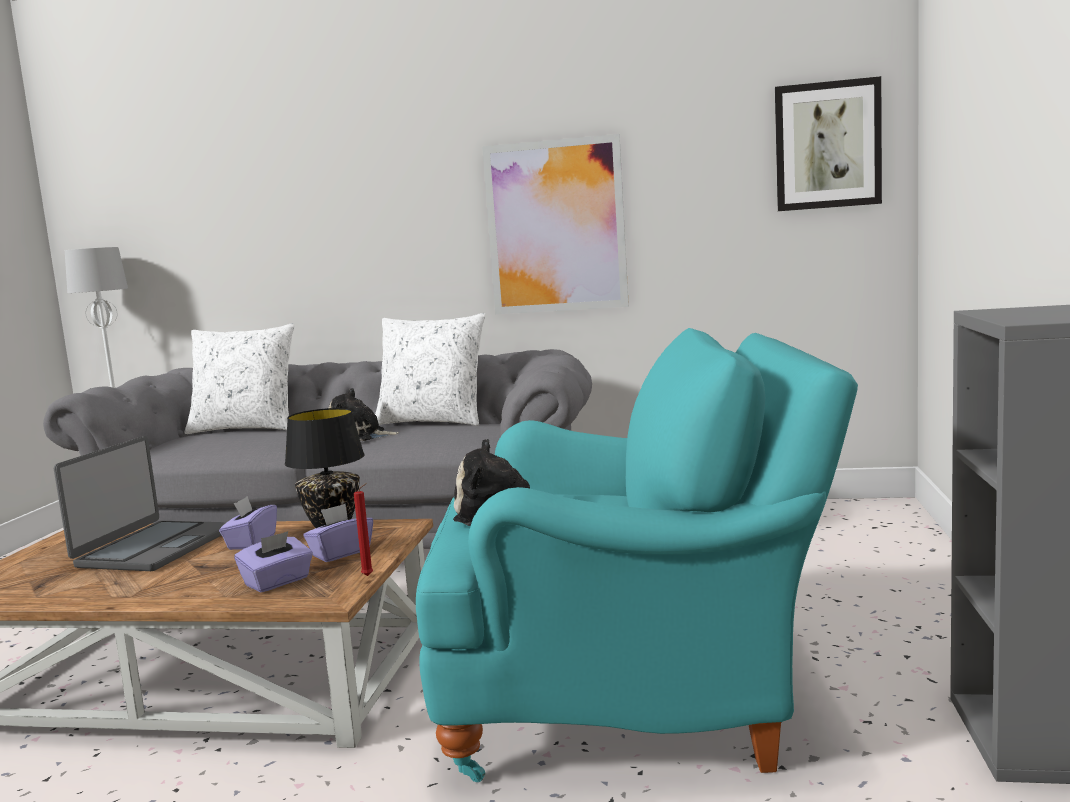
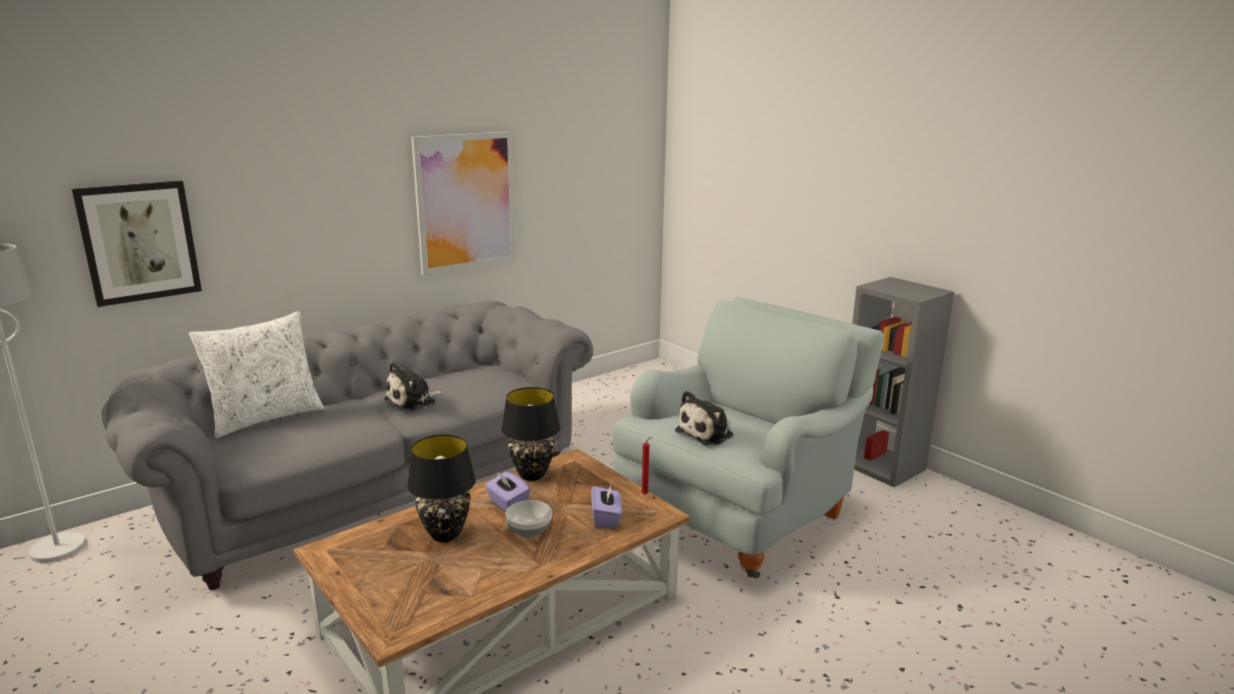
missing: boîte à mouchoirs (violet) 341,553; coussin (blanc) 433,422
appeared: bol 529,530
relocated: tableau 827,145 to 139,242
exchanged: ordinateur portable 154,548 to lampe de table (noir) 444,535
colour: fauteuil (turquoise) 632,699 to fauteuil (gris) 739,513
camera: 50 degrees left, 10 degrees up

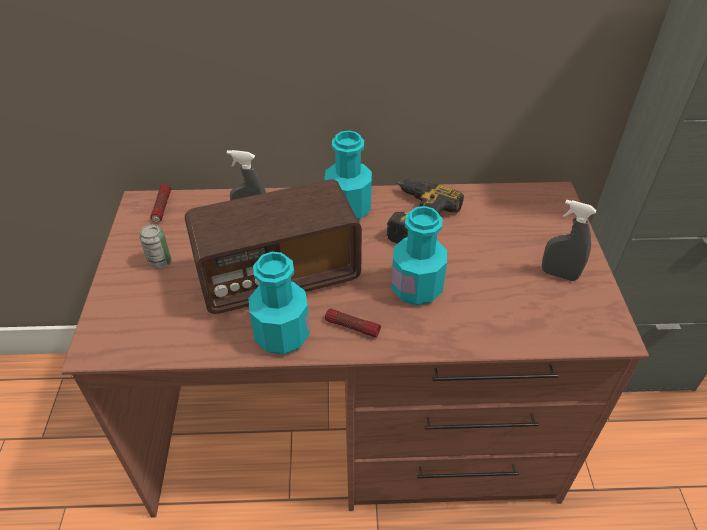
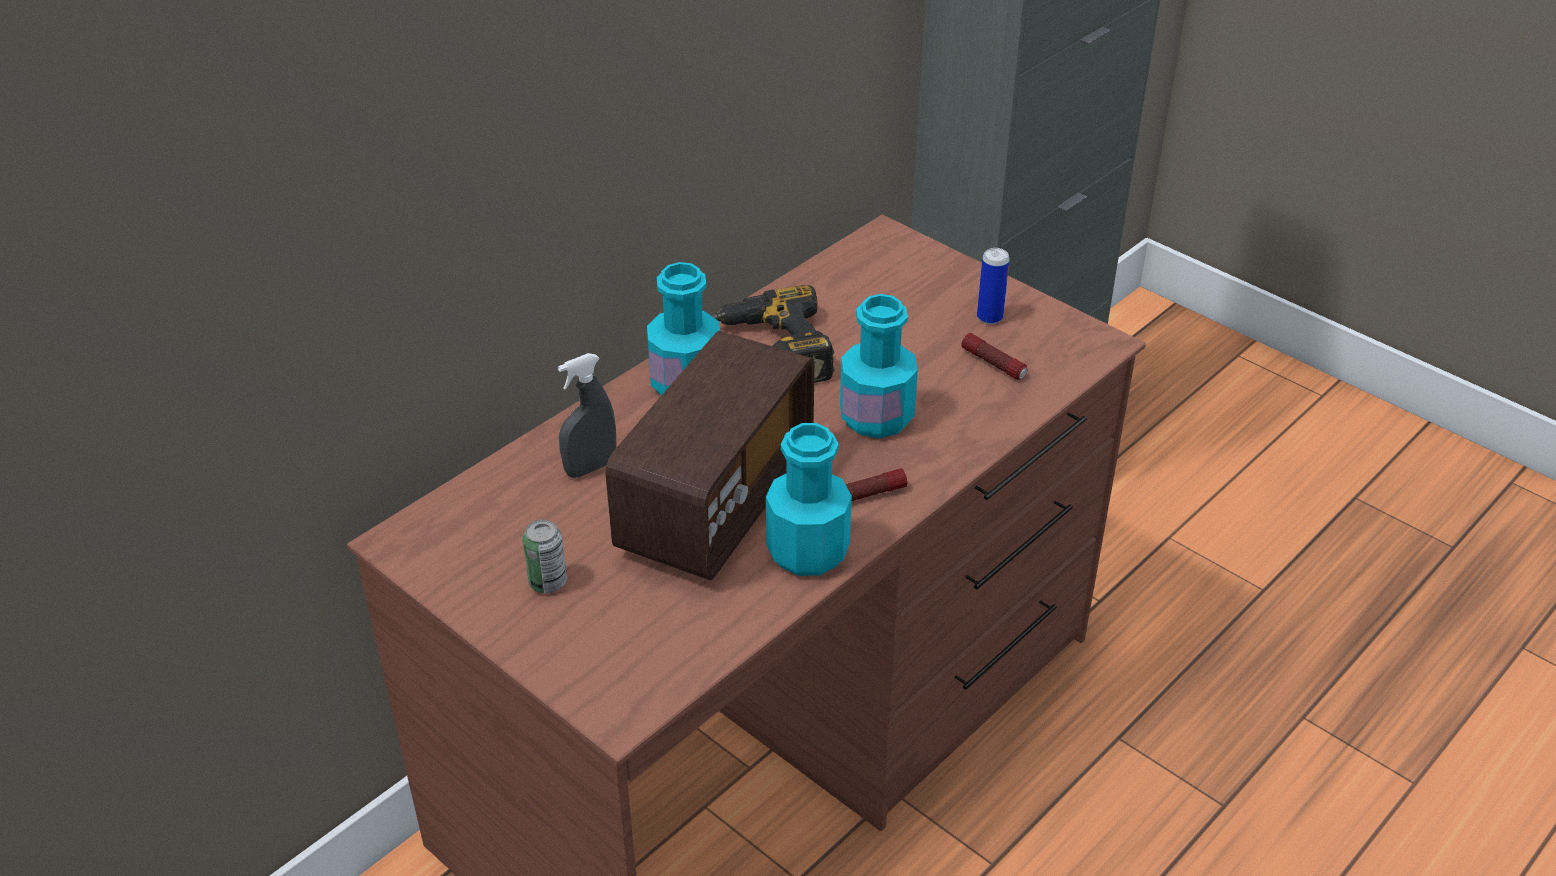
relocated: lampe de poche 162,207 to 993,364
exchanged: vaporisateur (gris) 559,274 to boîte métallique 989,317
camera: 45 degrees left, 5 degrees down

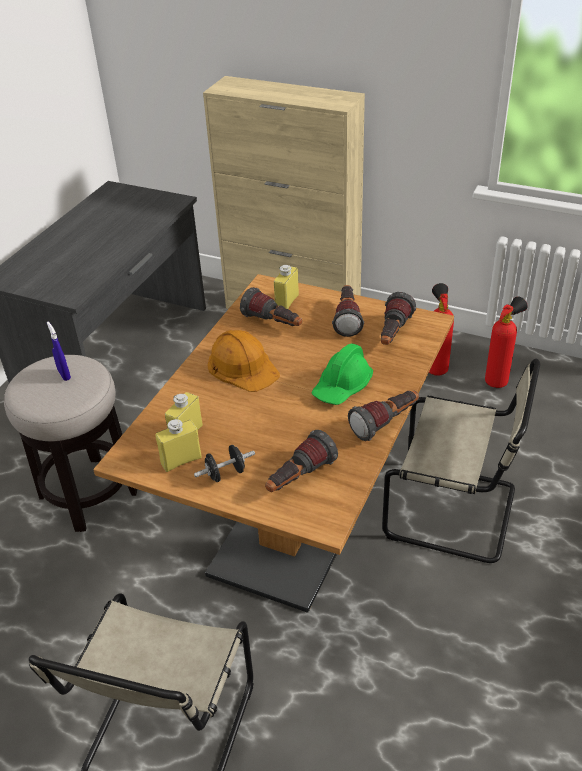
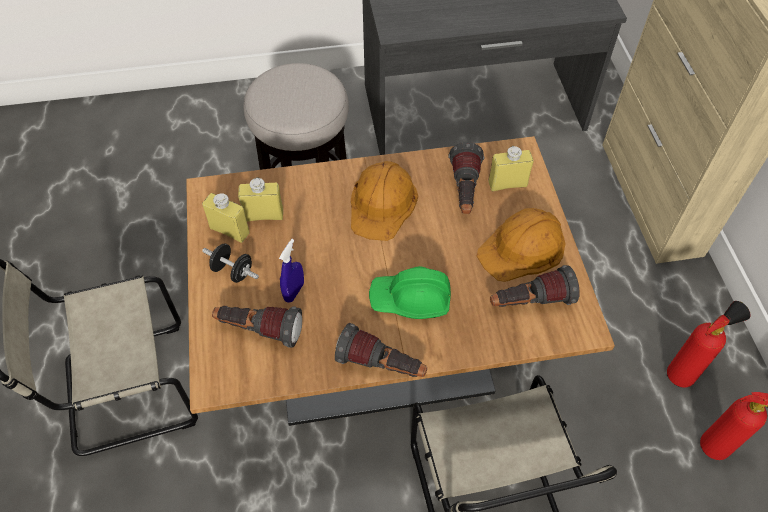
relocated: vaporisateur (bleu) 64,375 to 294,292
exchanged: lampe de poche 347,319 to casque de chantier (orange) 523,248
camera: 55 degrees right, 15 degrees up

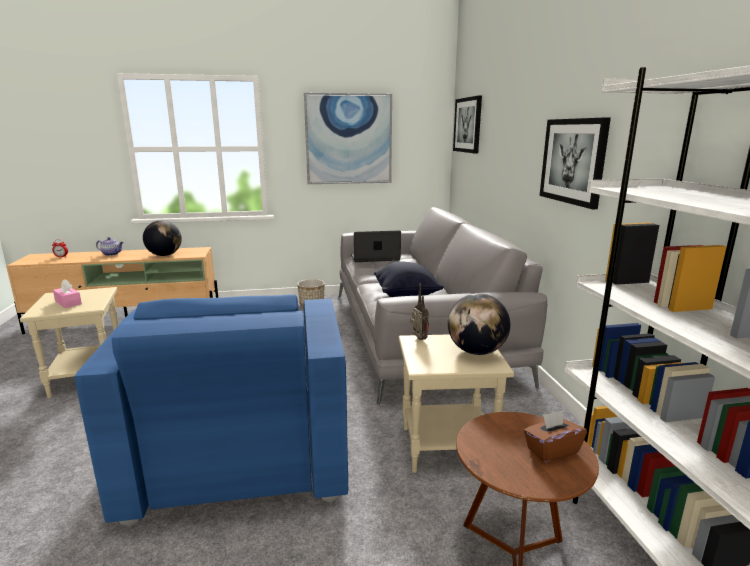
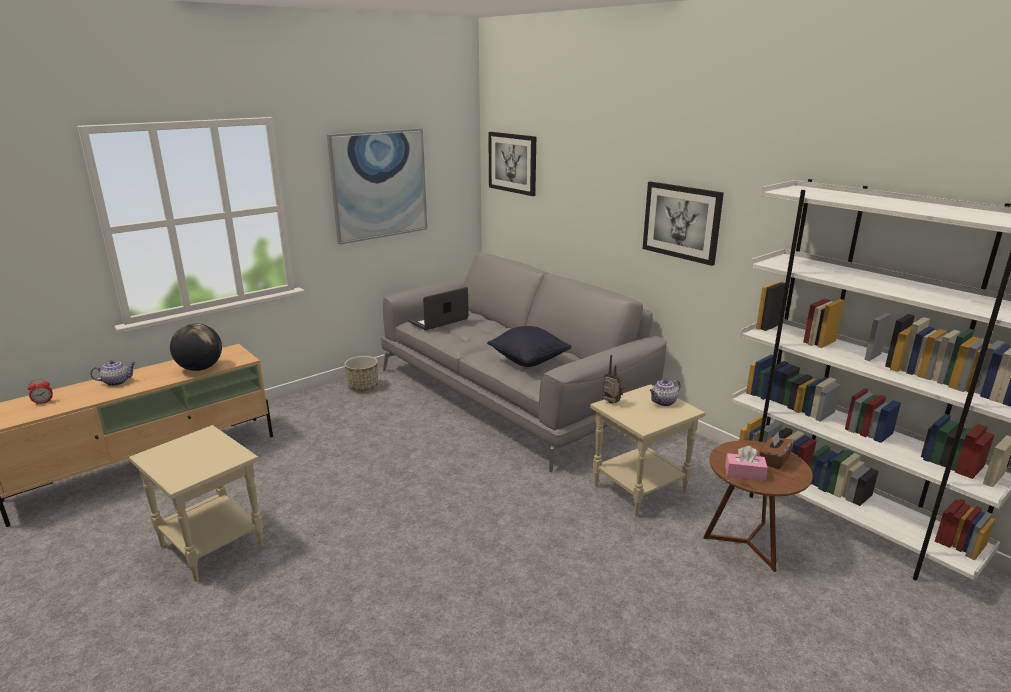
missing: fauteuil (bleu) 242,450
relocated: boîte à mouchoirs (rose) 68,302 to 744,473
exchanged: globe 476,351 to théière 663,402
camera: 30 degrees left, 5 degrees up

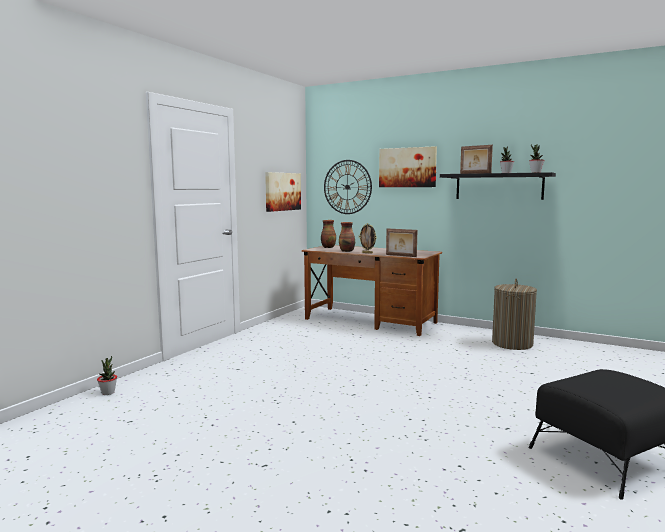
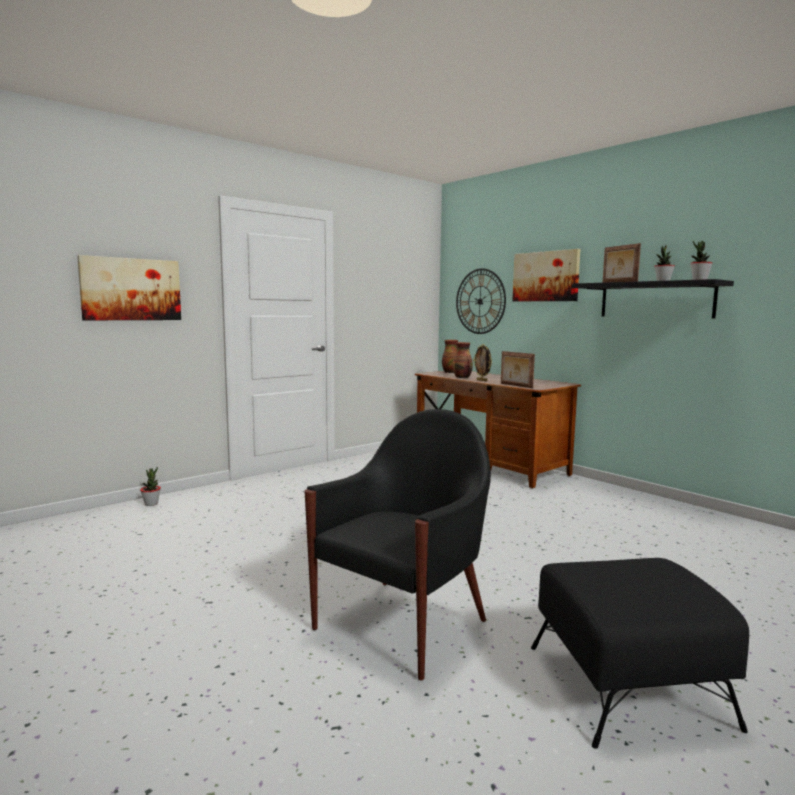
missing: panier à linge 512,344
appeared: fauteuil (noir) 403,623
relocated: tableau 282,191 to 131,289
camera: 20 degrees right, 0 degrees up

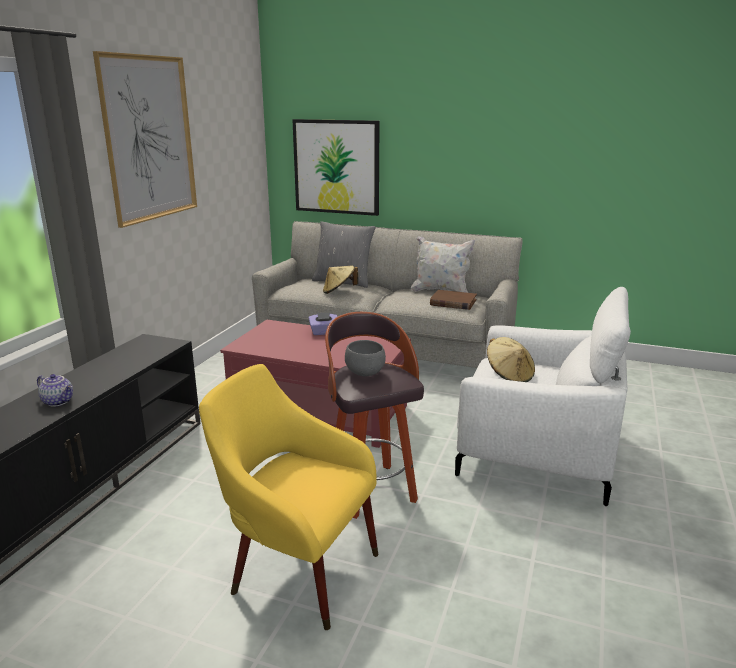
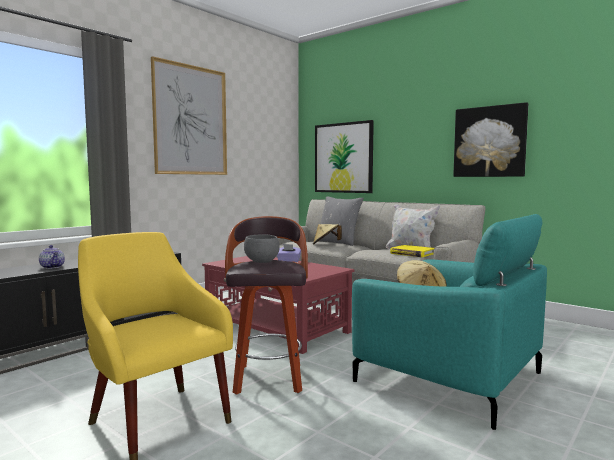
appeared: tableau 489,142
colour: fauteuil (blanc) 535,451 to fauteuil (turquoise) 447,377; livre (marron) 453,302 to livre (jaune) 412,253
camera: 20 degrees right, 15 degrees down

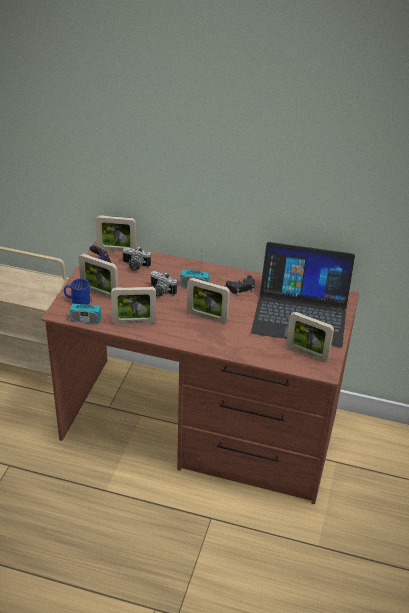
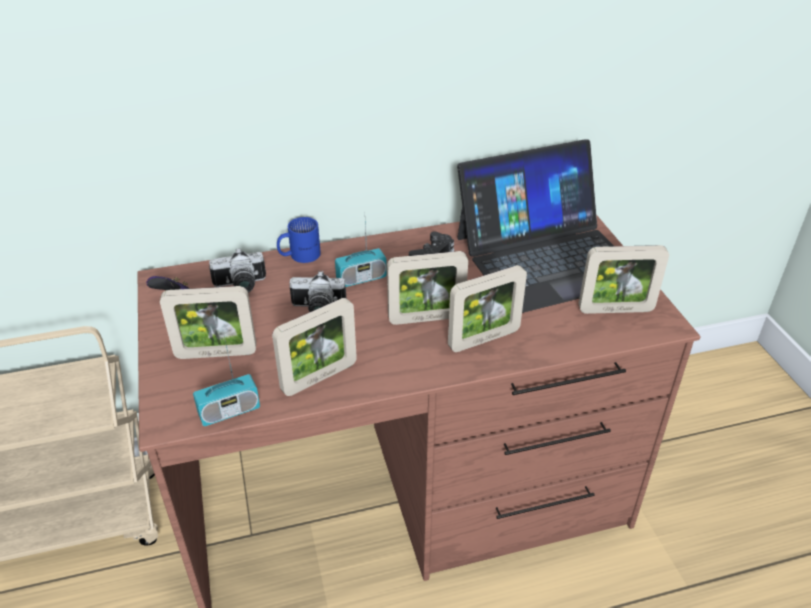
relocated: mug (bleu) 77,299 to 299,254; cadre photo 116,250 to 484,339
camera: 30 degrees left, 0 degrees up

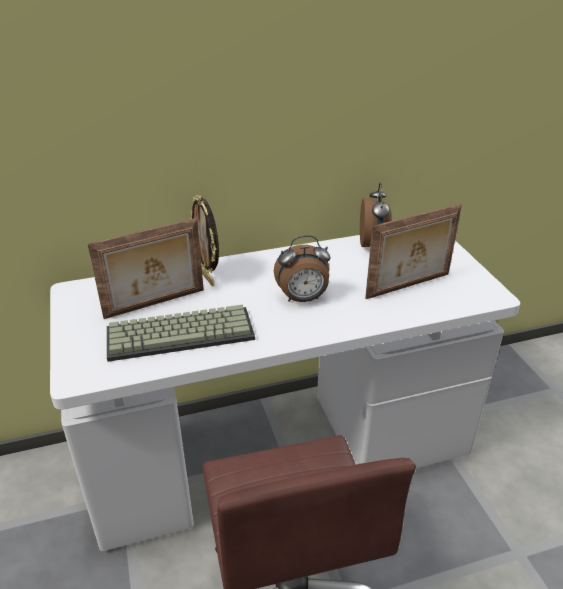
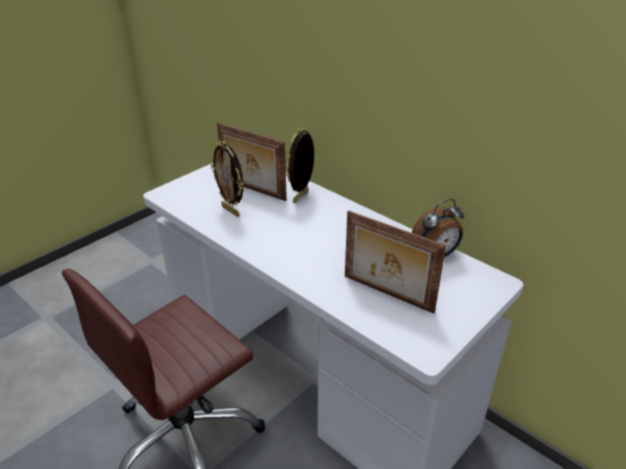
missing: réveil 302,299
exchanged: clavier 181,332 to cadre photo 231,211
camera: 60 degrees right, 0 degrees up

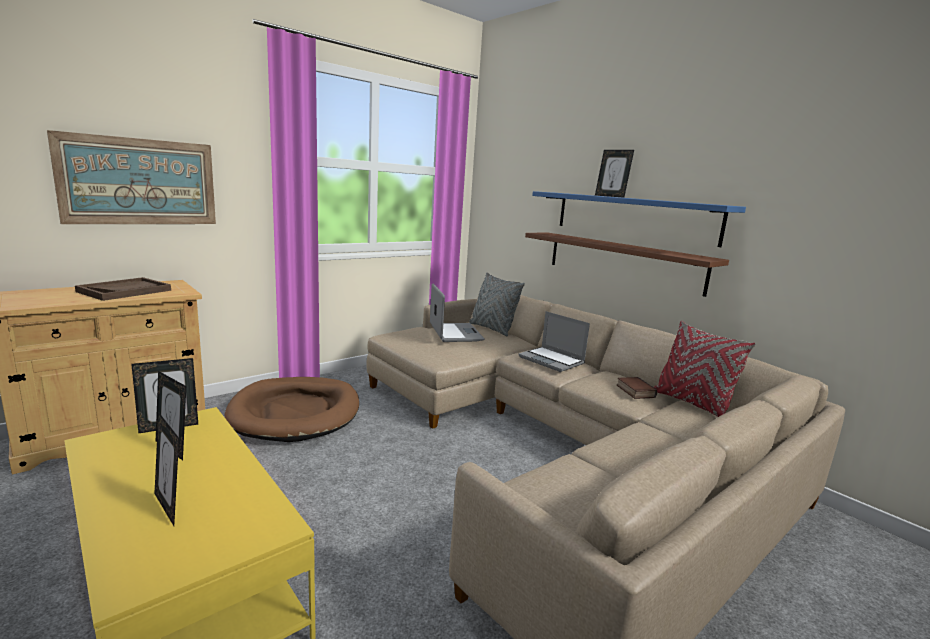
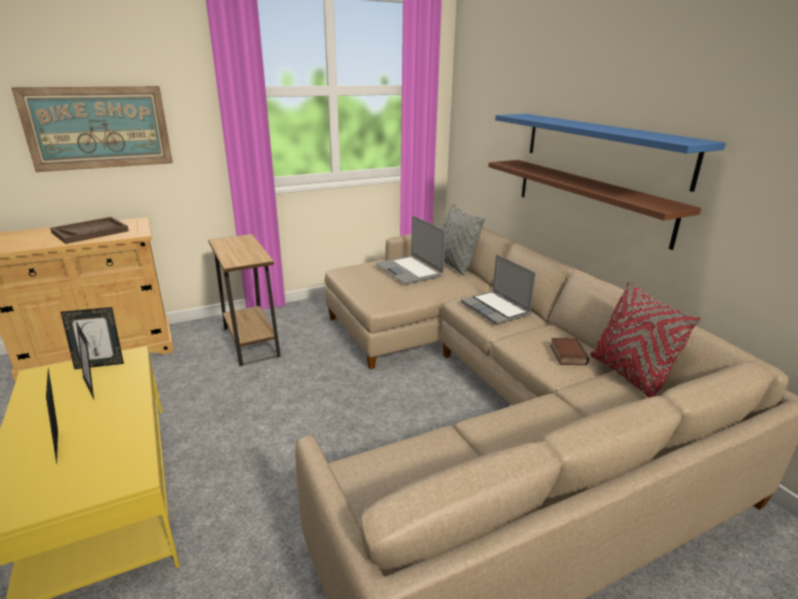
missing: cadre photo 610,196
exchanged: panier pour chien (marron) 295,413 to table d'appoint (marron) 251,342
spun: ordinateur portable 455,333 = 409,270 150 degrees clockwise
camera: 15 degrees right, 10 degrees up

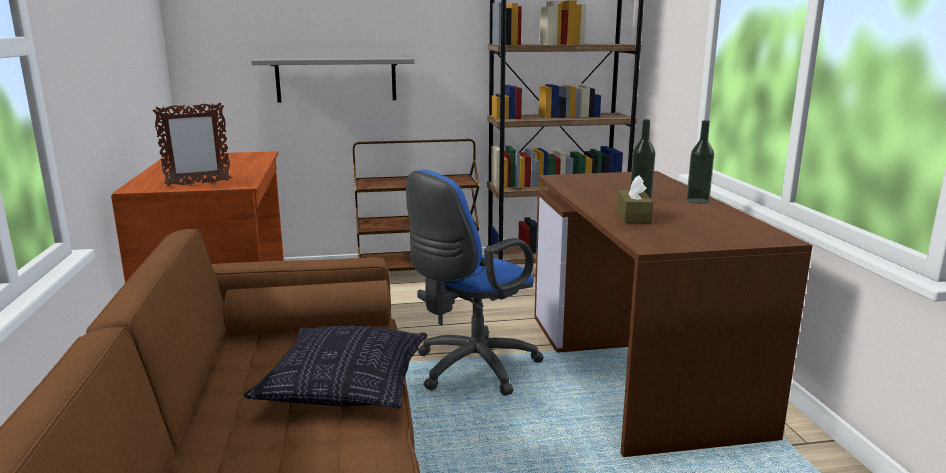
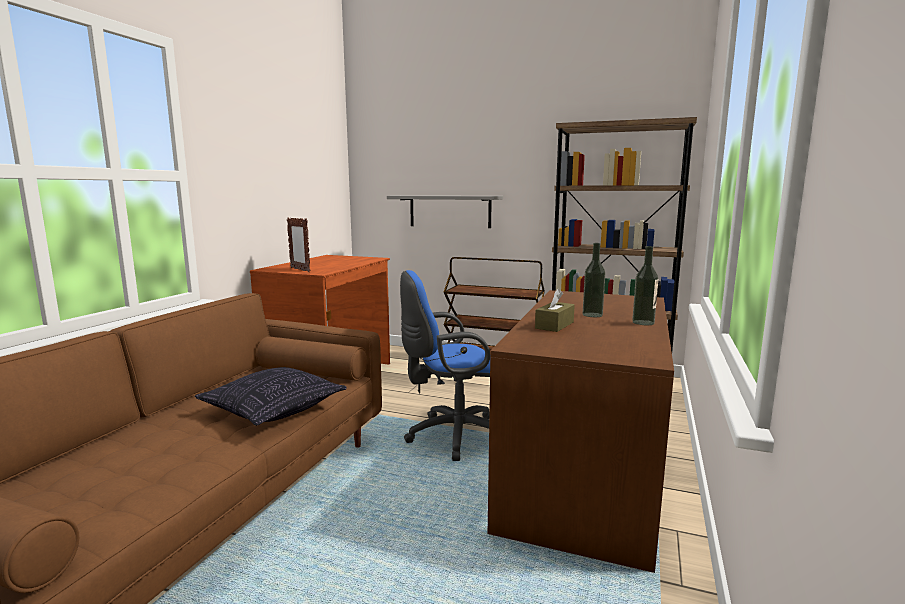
spun: cadre photo 198,183 = 300,270 45 degrees clockwise
camera: 30 degrees right, 5 degrees down

